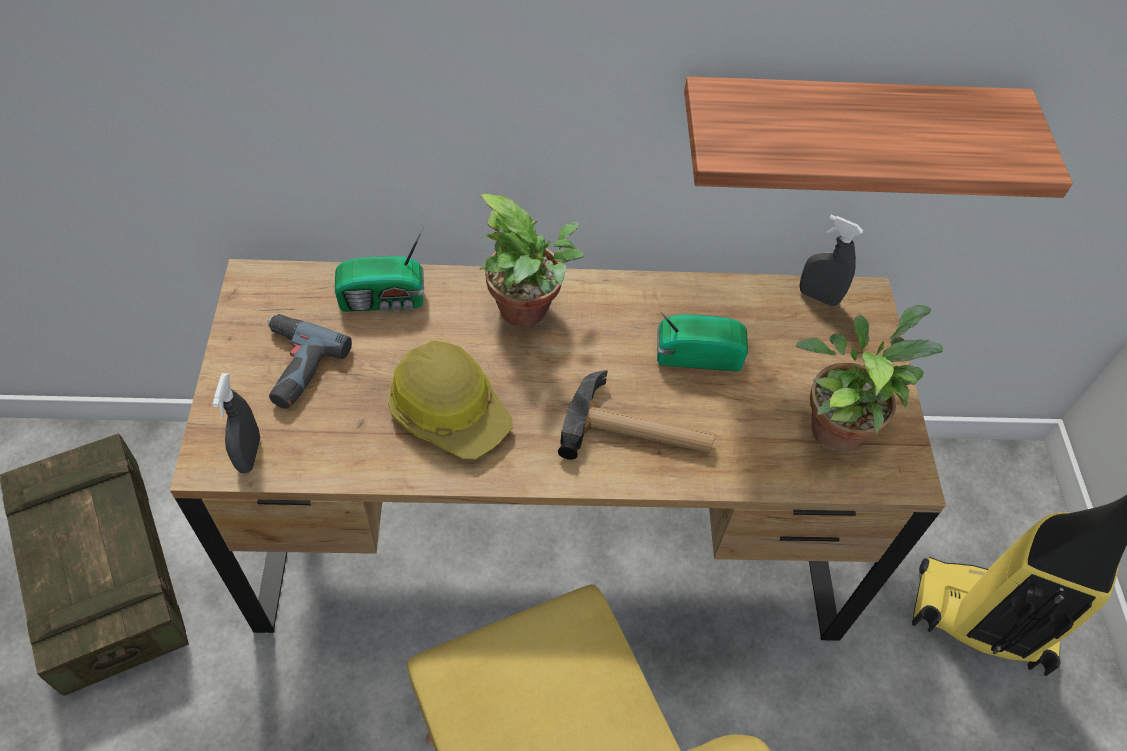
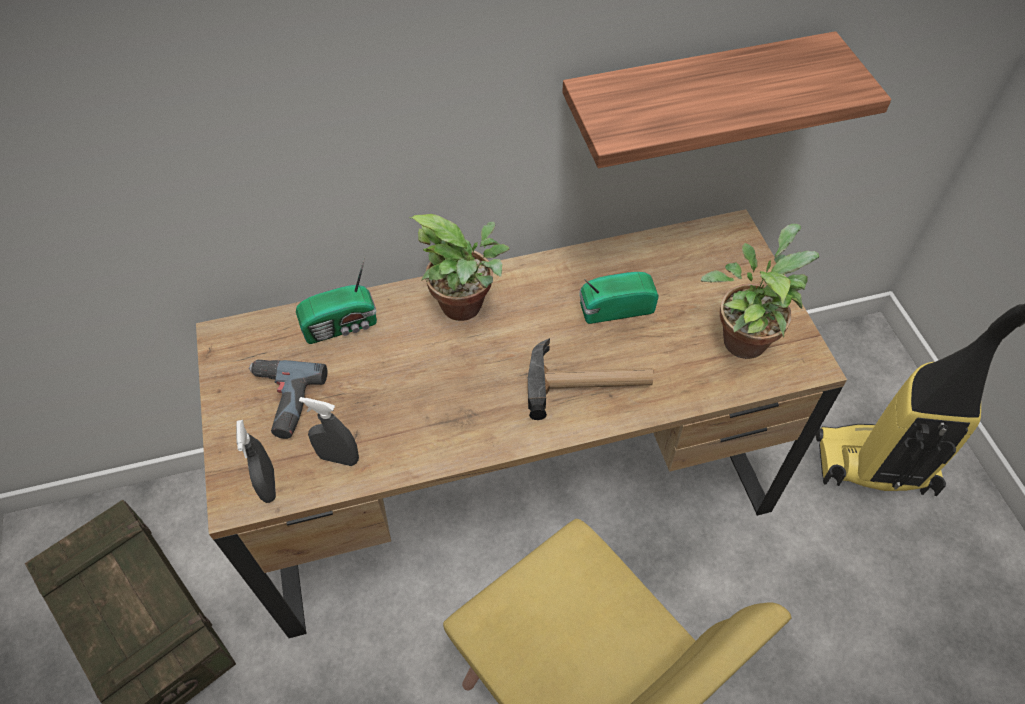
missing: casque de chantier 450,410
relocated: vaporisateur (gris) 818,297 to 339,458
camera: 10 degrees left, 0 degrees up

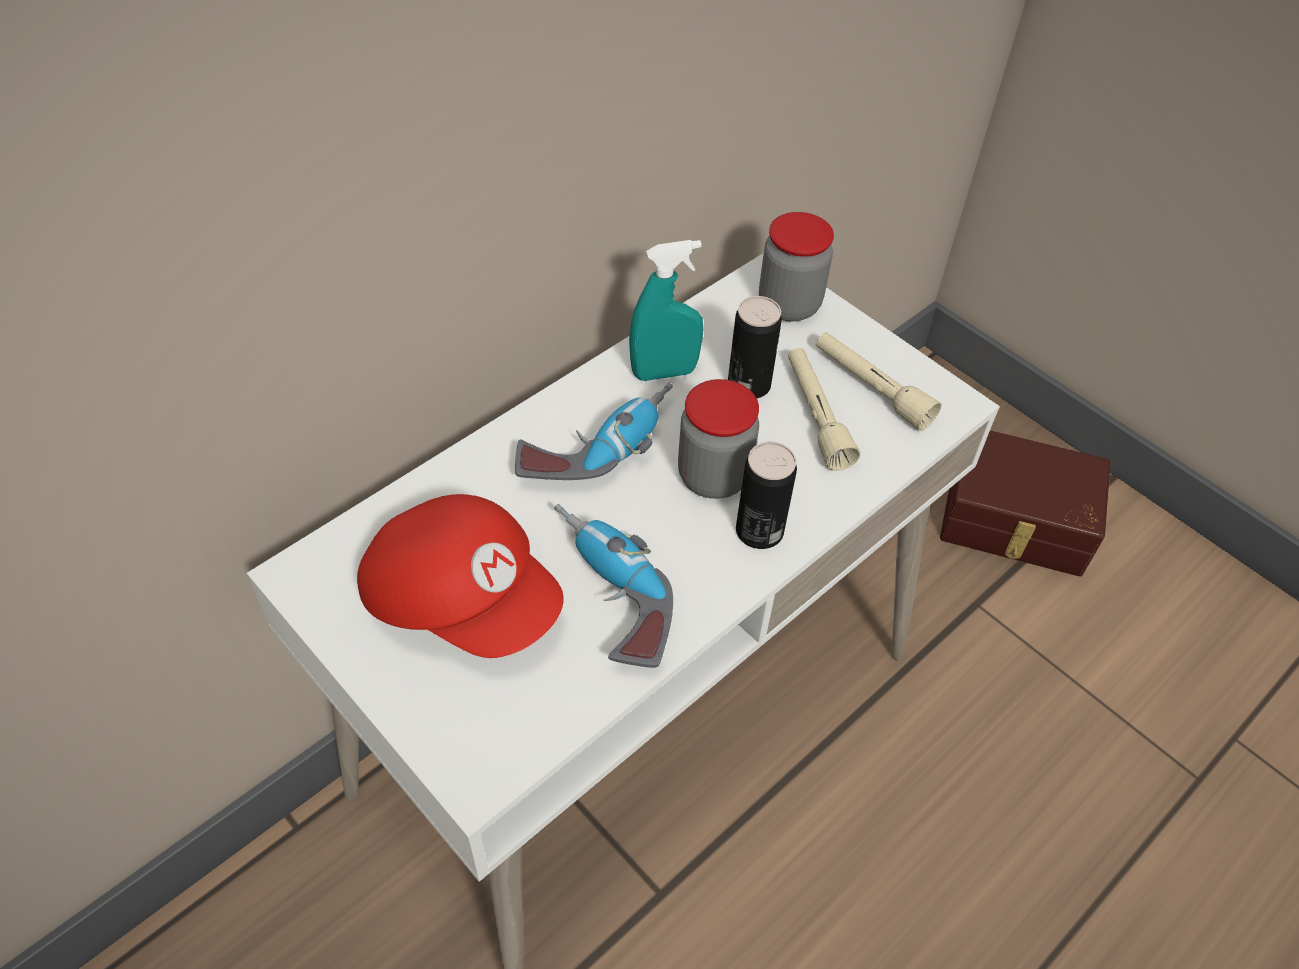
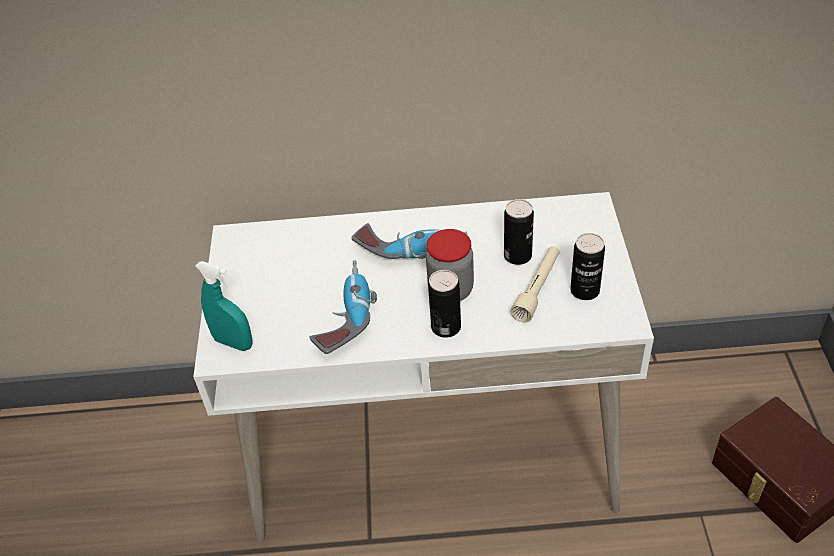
missing: casquette (rouge) 463,598; bocal 789,305
relocated: vaporisateur (turquoise) 664,372 to 233,343
exchanged: lampe de poche (beige) 871,388 to boîte métallique 585,290
camera: 45 degrees right, 5 degrees down

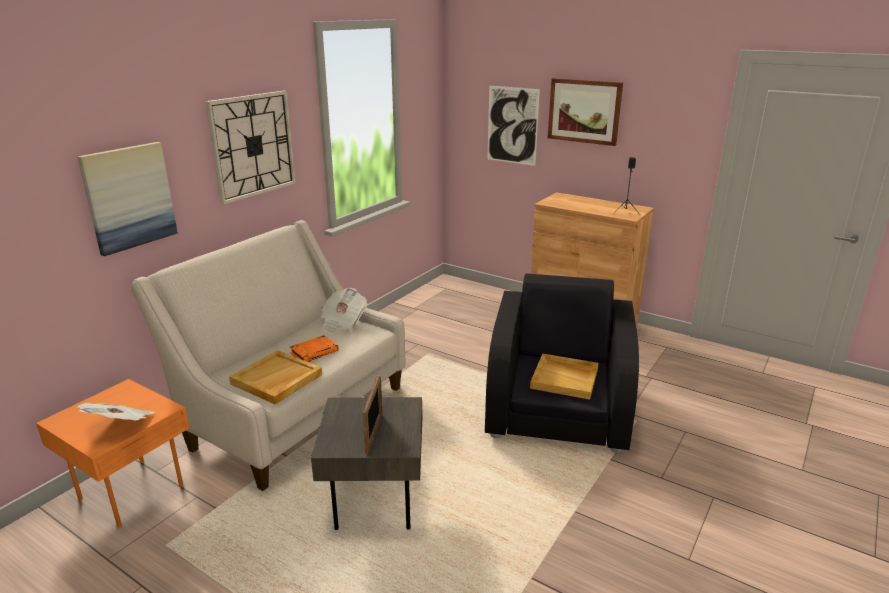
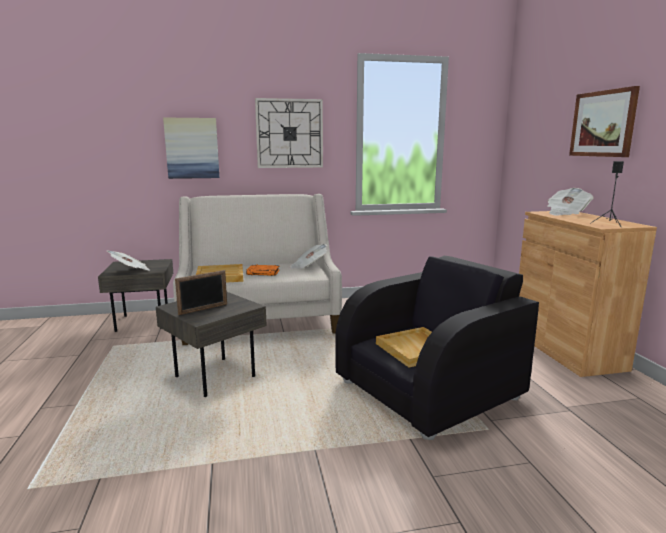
missing: tableau 512,125
appeared: journal 566,213
colour: table d'appoint (orange) 132,489 to table d'appoint (gris) 144,321
camera: 45 degrees right, 10 degrees down

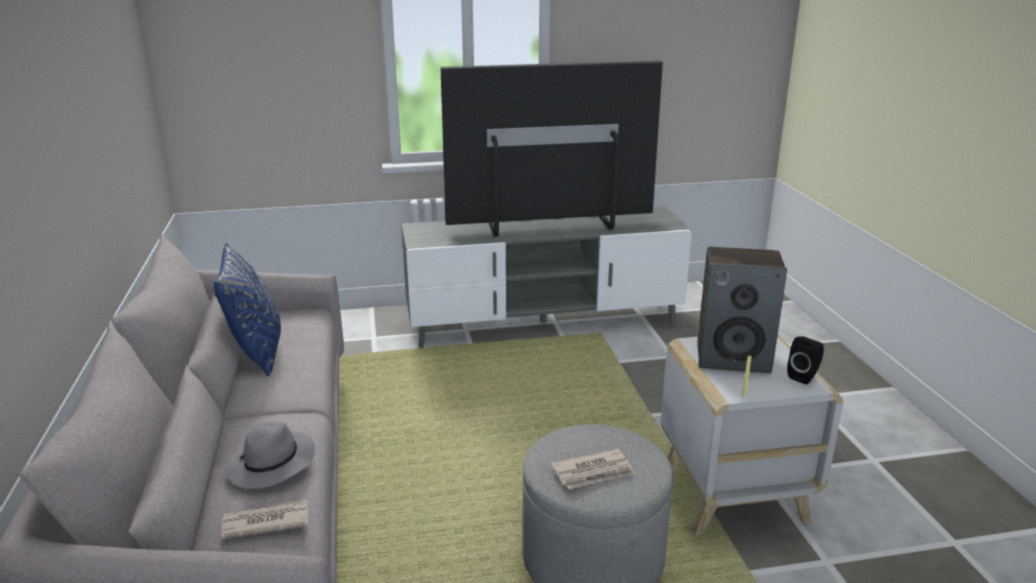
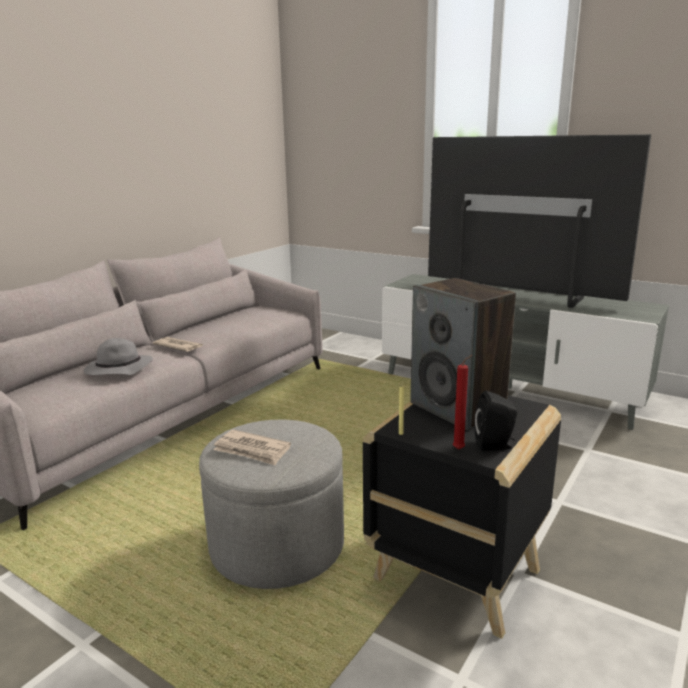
missing: coussin (bleu) 257,352
appeared: bougie (rouge) 460,449
relocated: journal 265,522 to 178,346
colour: table d'appoint (blanc) 730,499 to table d'appoint (noir) 454,574
camera: 45 degrees right, 5 degrees down

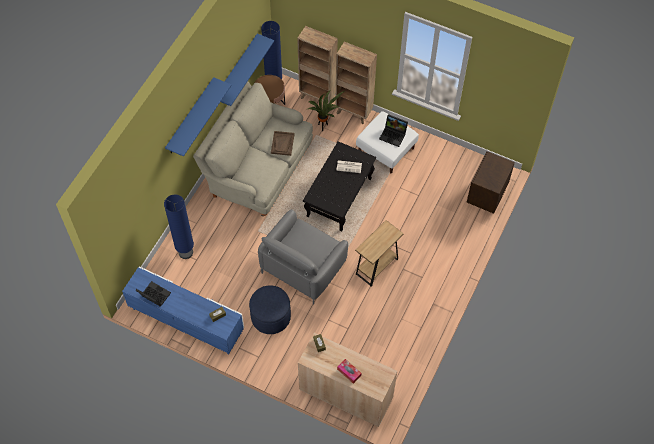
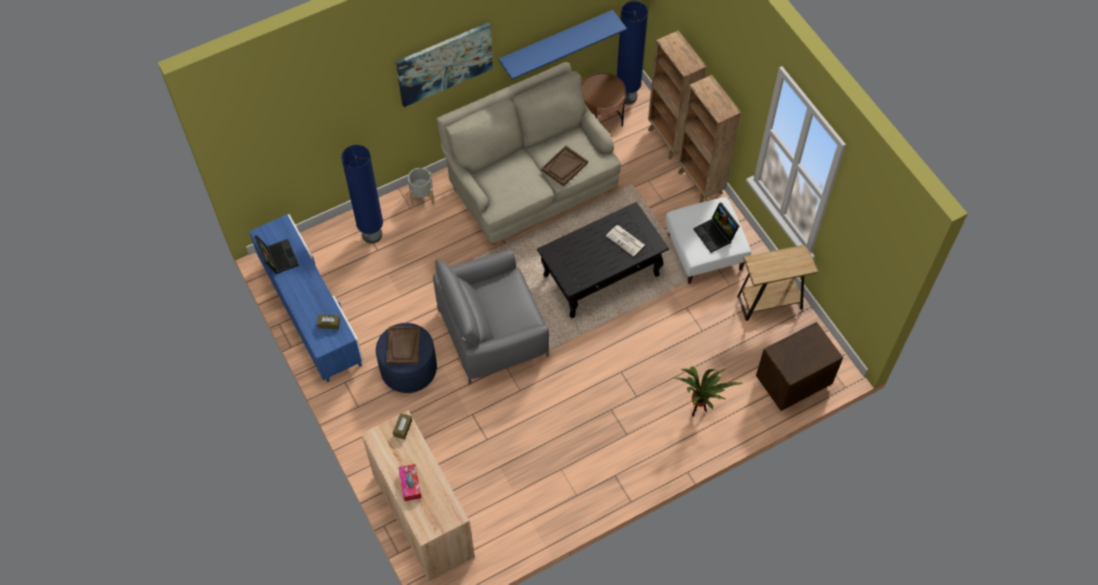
appeared: plateau (marron) 403,346; cache-pot (gris) 421,195
relocated: plante en pot 323,126 to 698,410; table d'appoint (marron) 377,266 to 769,302
exchanged: étagère (bleu) 190,117 to tableau 444,63
camera: 35 degrees right, 0 degrees up

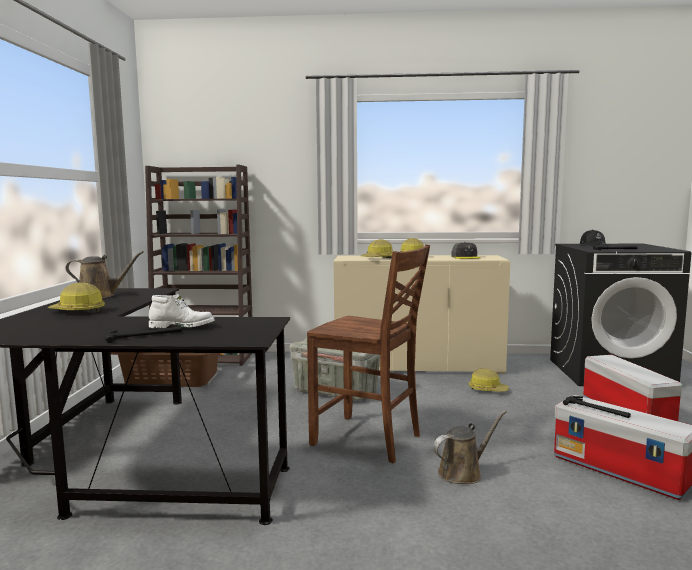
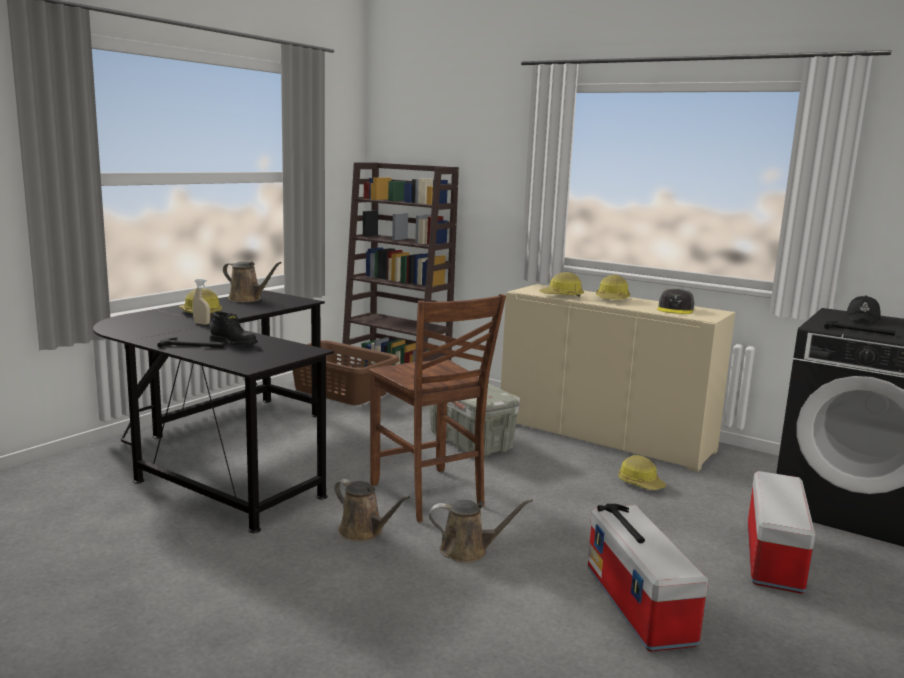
appeared: vaporisateur (beige) 201,323; arrosoir (marron) 364,532
colour: botte (blanc) 182,326 to botte (noir) 234,343
camera: 30 degrees right, 5 degrees up

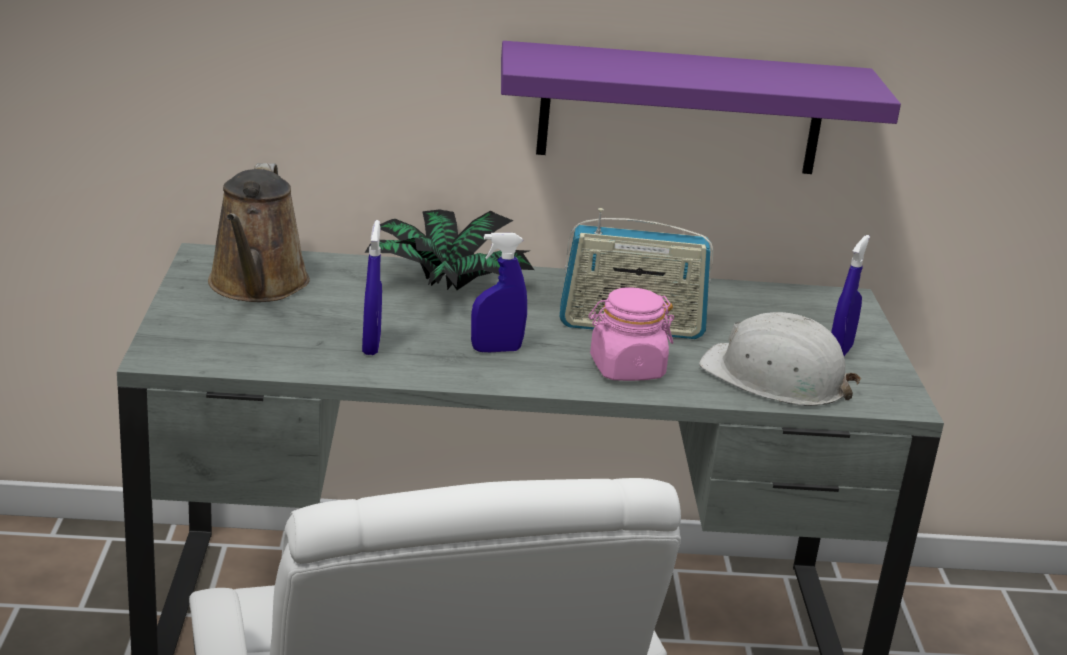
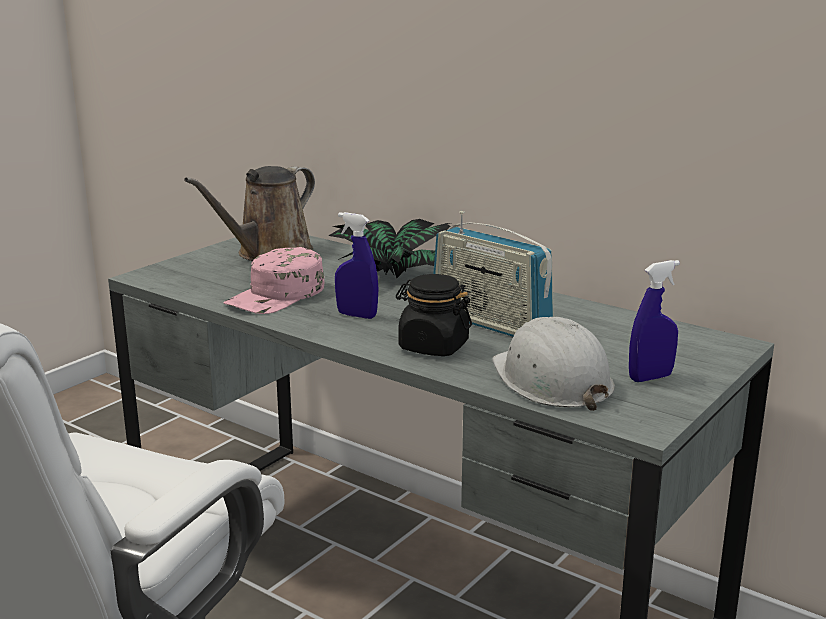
missing: étagère (violet) 681,109
exchanged: vaporisateur (bleu) 371,345 to casquette (rose) 277,296
colour: bocal (rose) 626,369 to bocal (noir) 433,346
camera: 40 degrees right, 5 degrees down

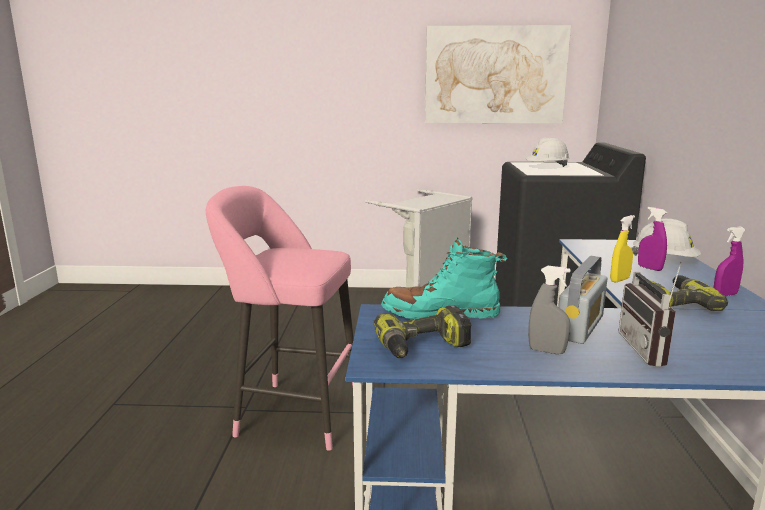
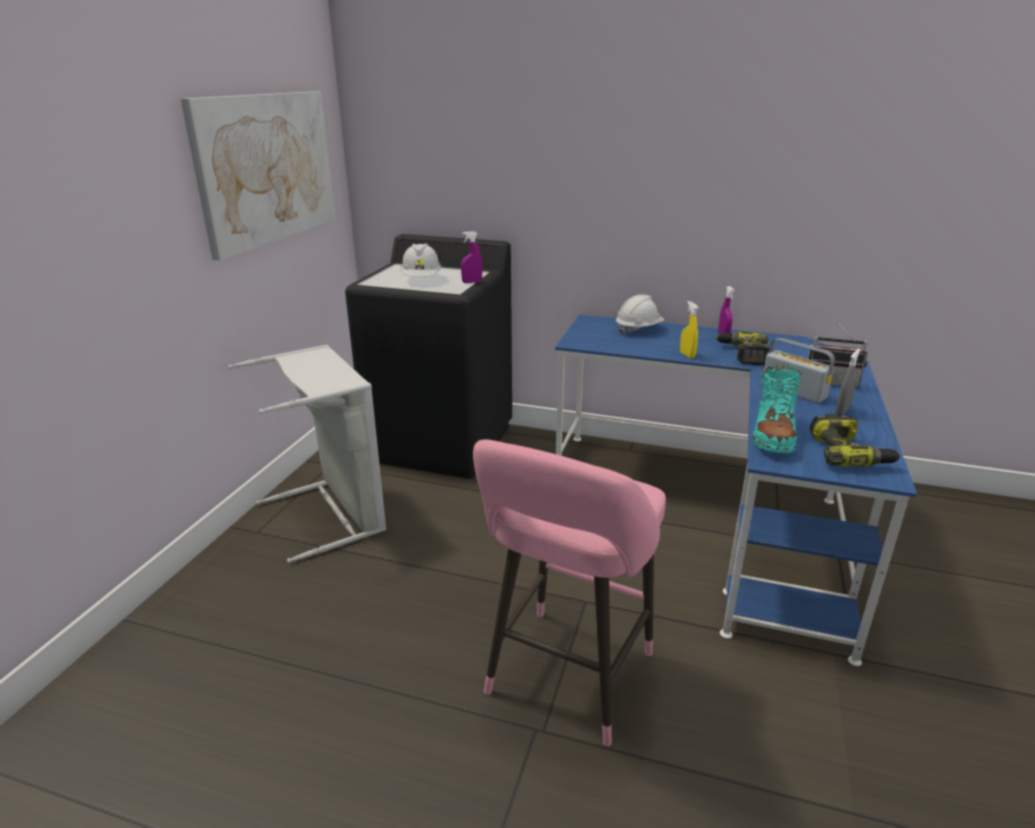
relocated: vaporisateur (violet) 649,268 to 472,282
camera: 75 degrees left, 10 degrees up

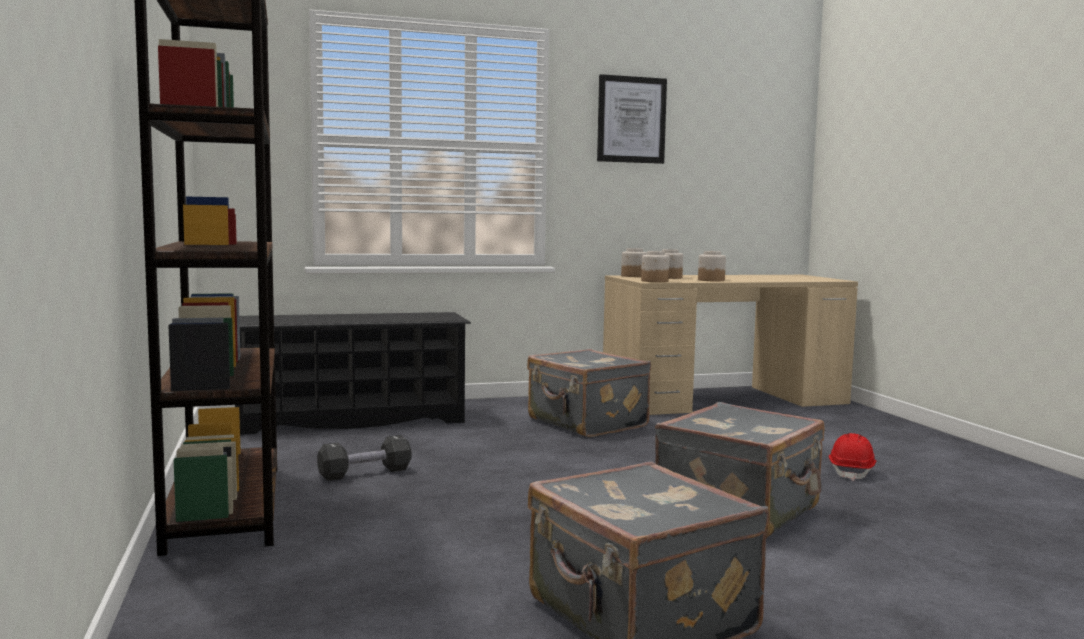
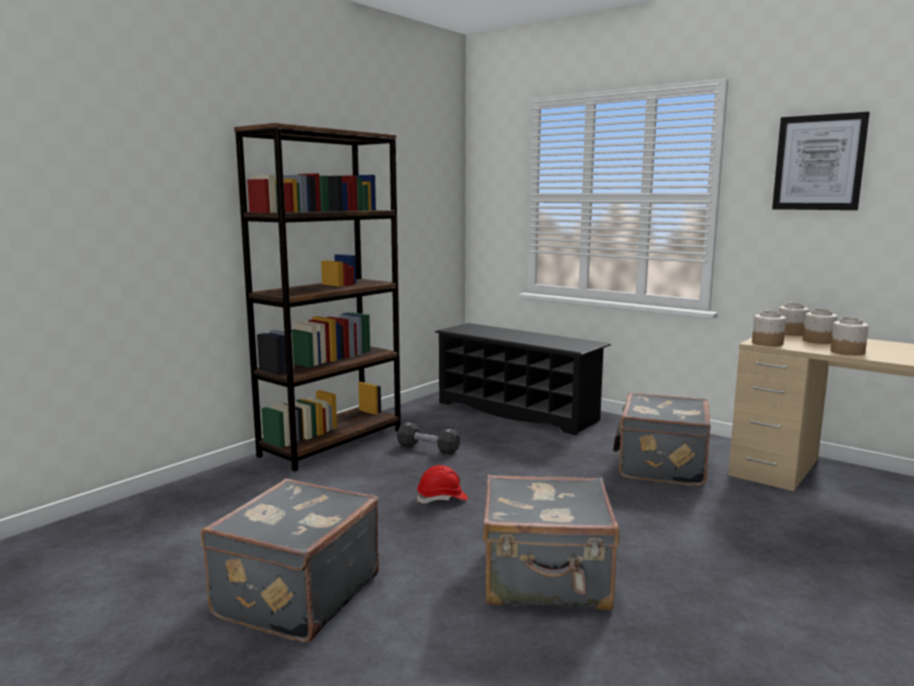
relocated: casque de chantier (rouge) 851,472 to 442,499
camera: 55 degrees right, 5 degrees up

